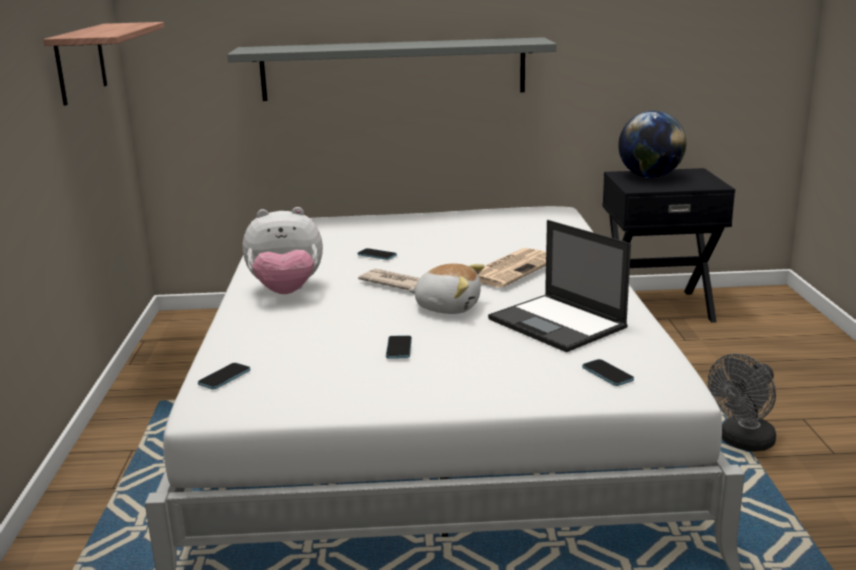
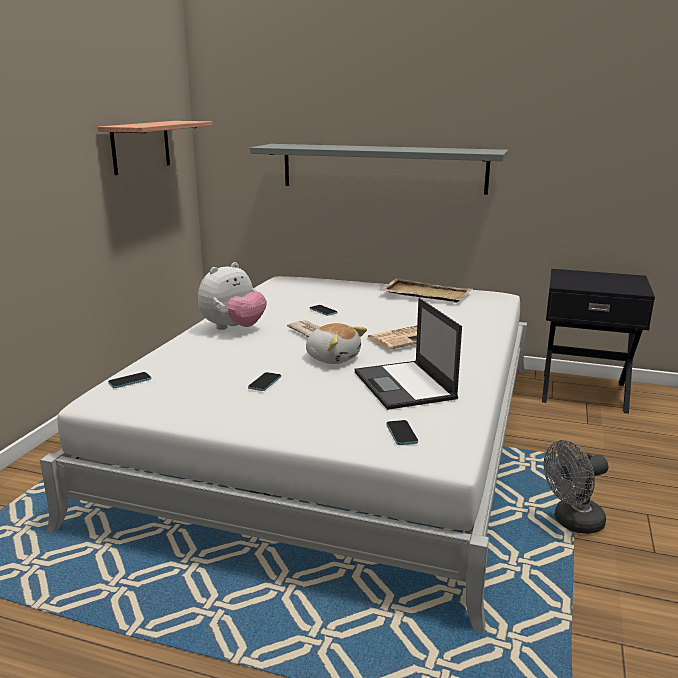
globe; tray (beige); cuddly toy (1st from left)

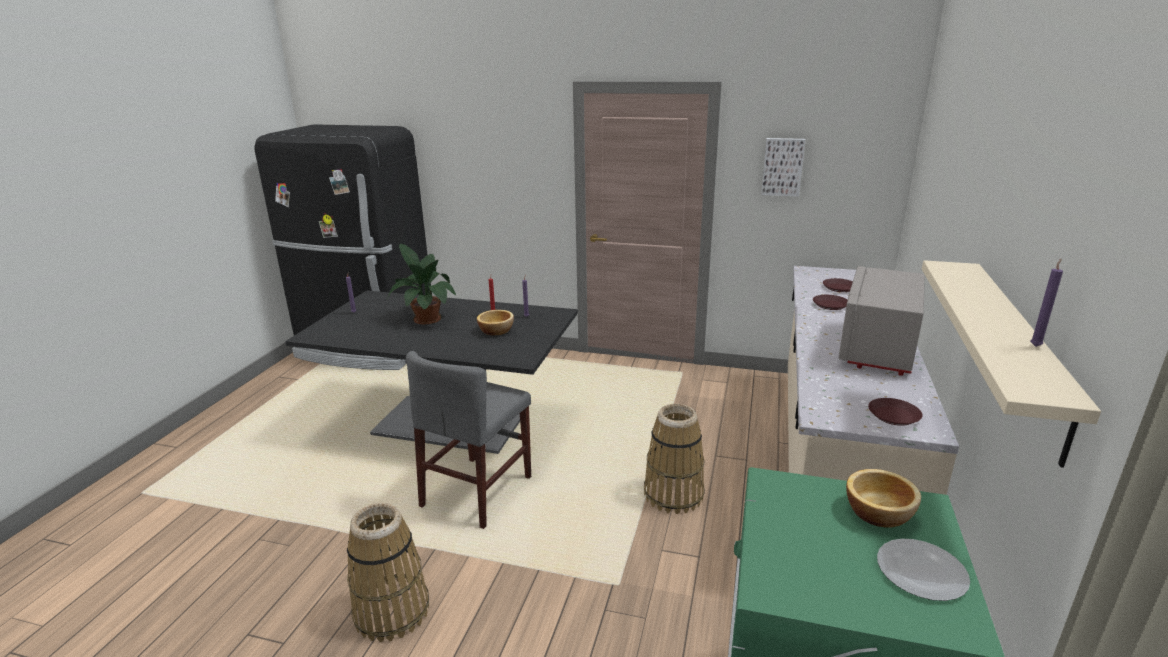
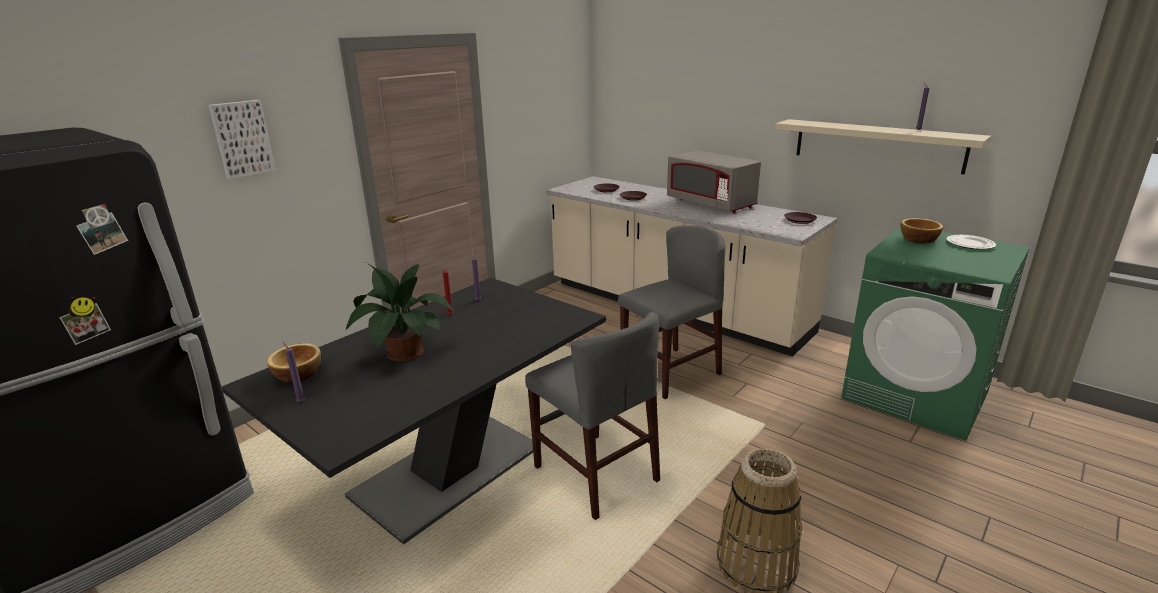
bowl (1st from left); wall art; upright chair (grey) (2nd from left)

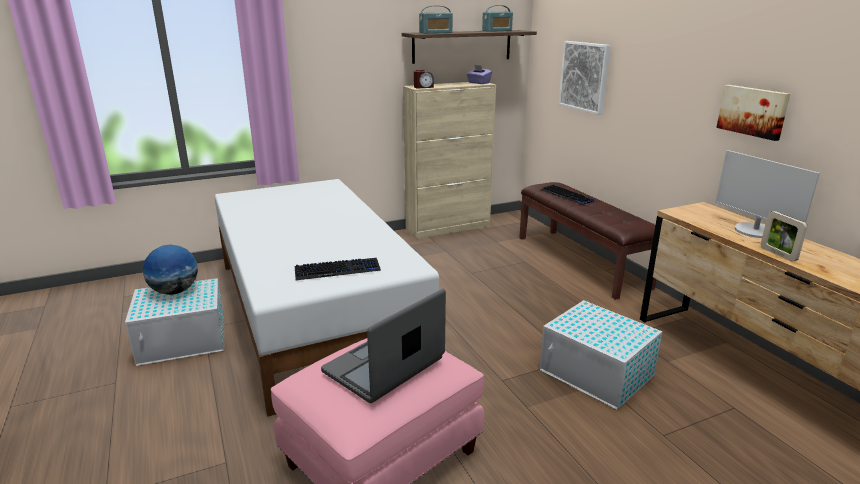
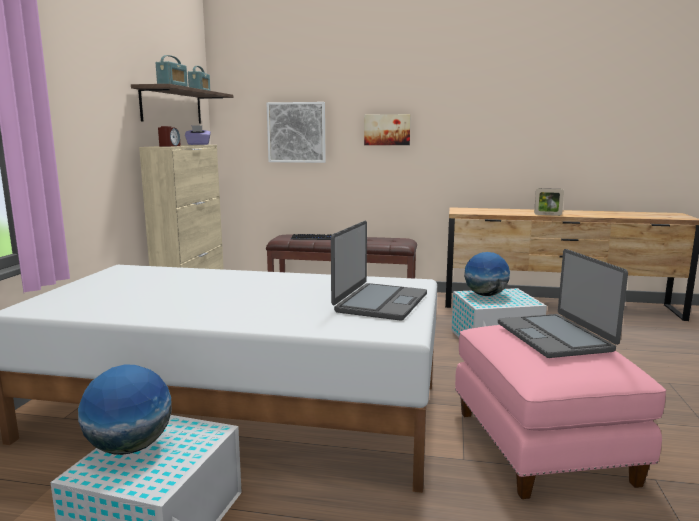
computer screen; globe (2nd from left); wall art (2nd from left); portable computer (1st from left)

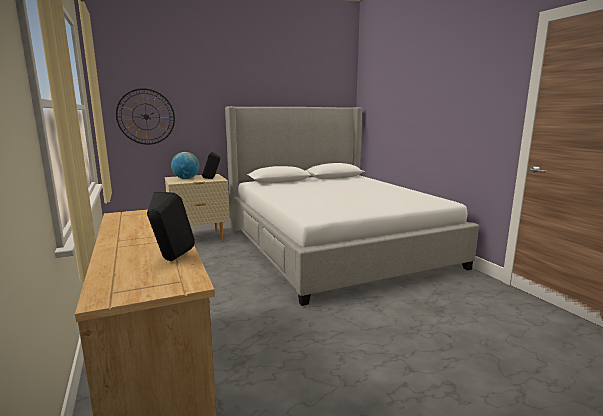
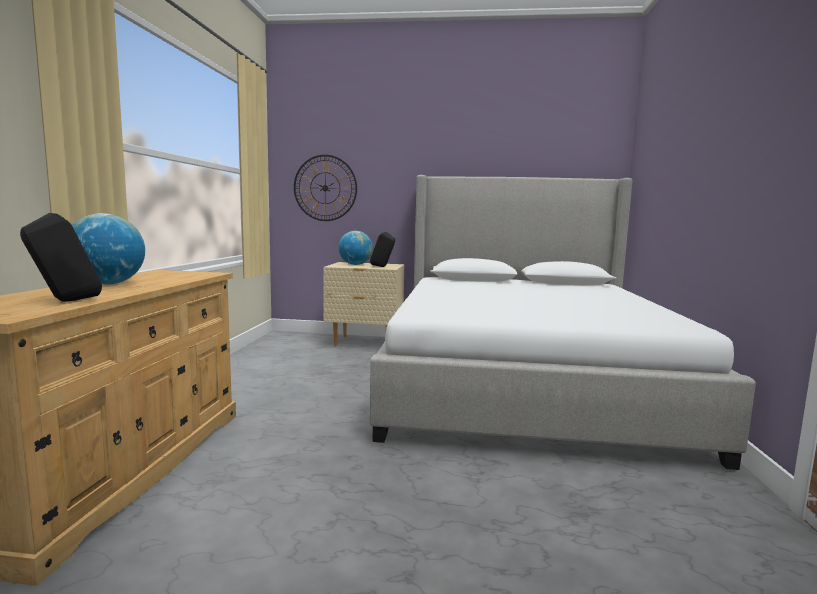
globe (1st from left)

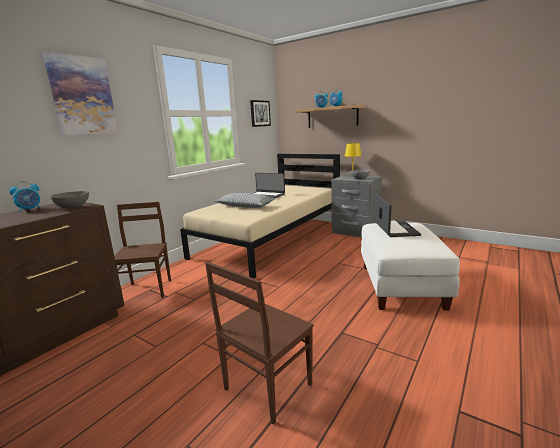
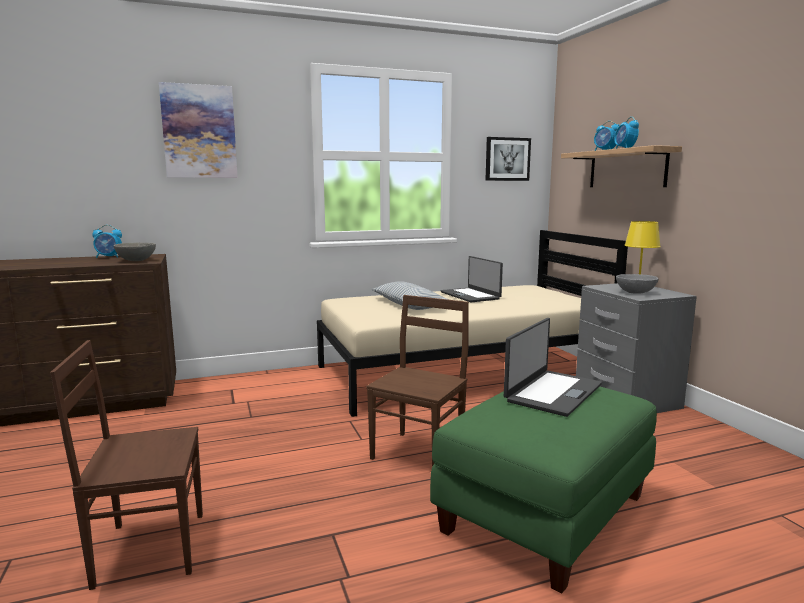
upright chair (brown-coloured) (2nd from left); ottoman (greenish)

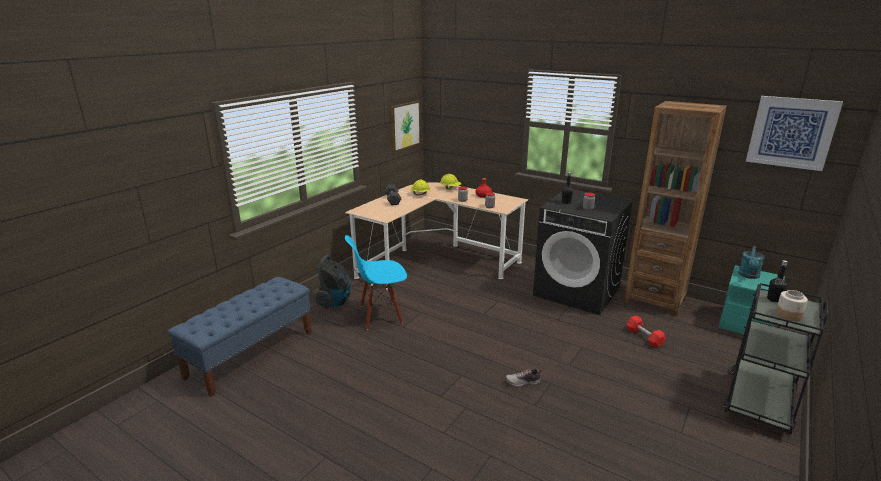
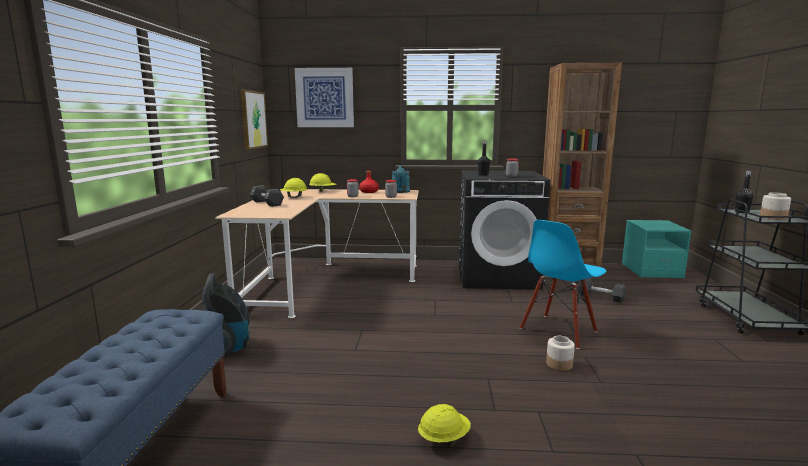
safety helmet (yellow) (3rd from left); upright chair (blue); sprinkling can (turquoise); wall art (2nd from left); jar (4th from left); hand weight (black-coloured) (2nd from left)

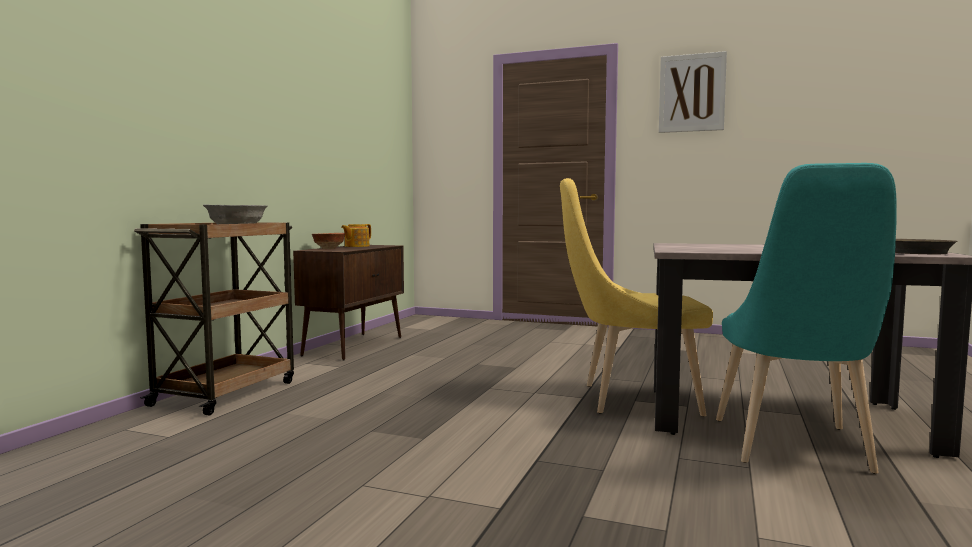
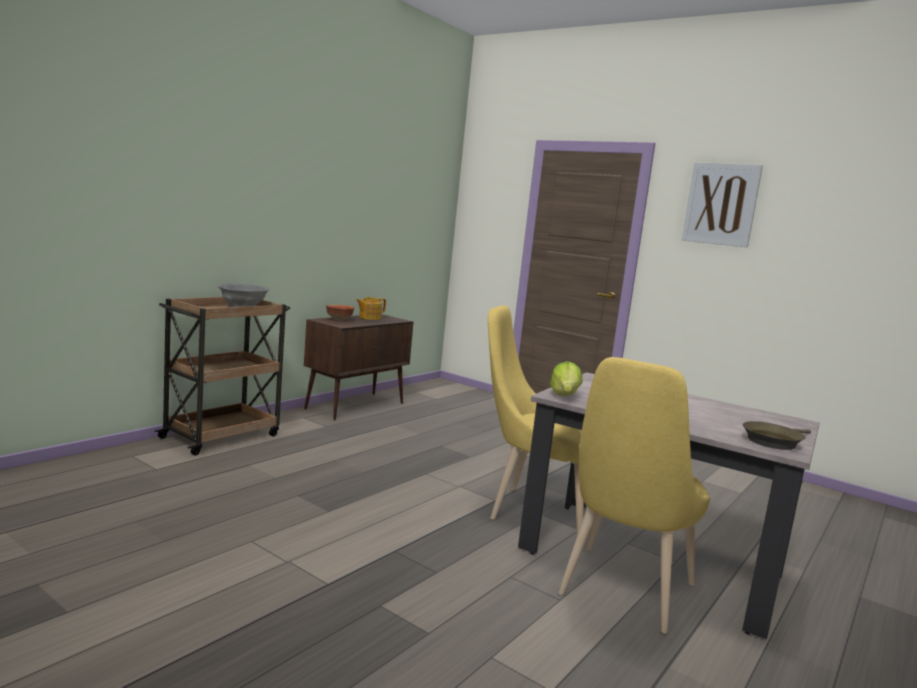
lettuce head; upright chair (yellow) (2nd from left)

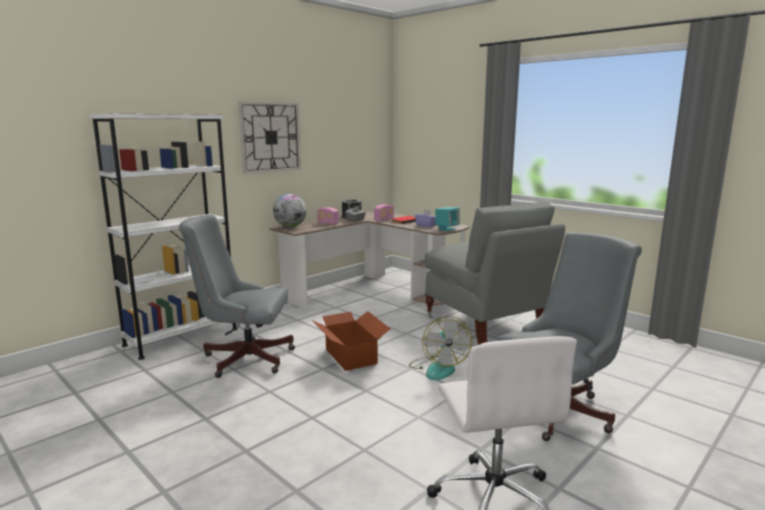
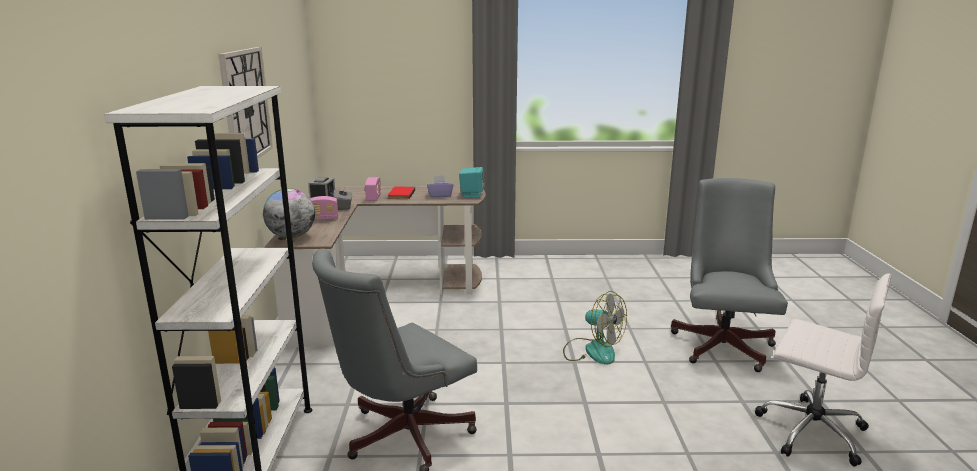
packing box; upright chair (grey)

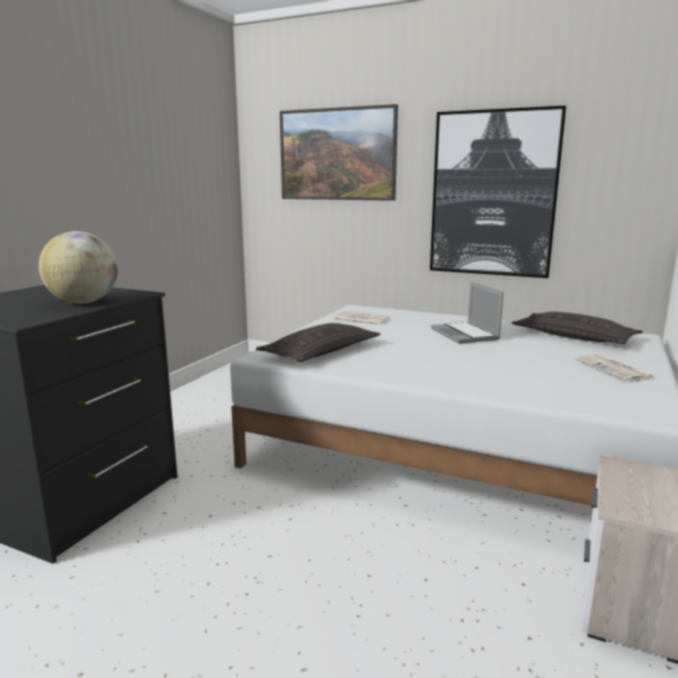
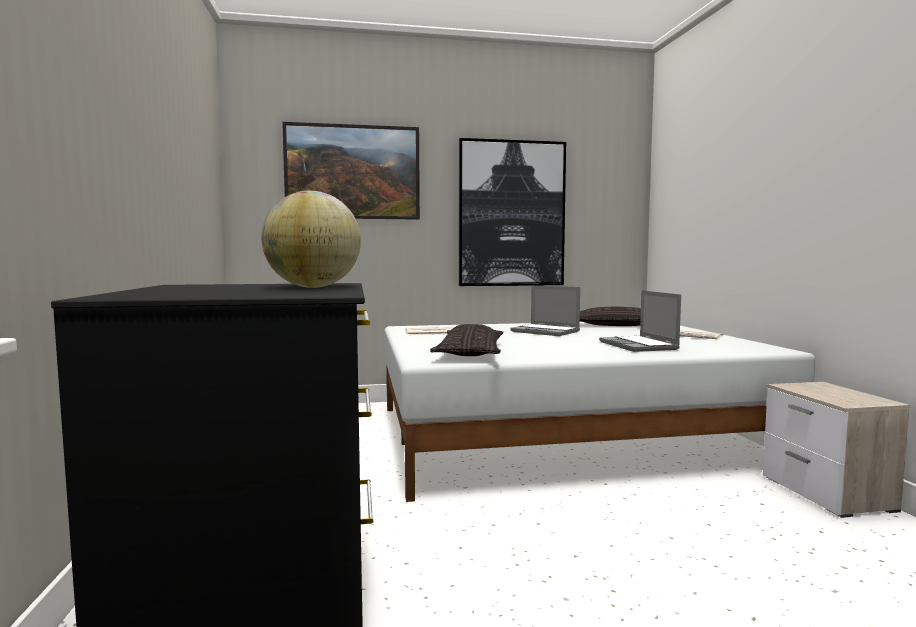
portable computer (2nd from left)

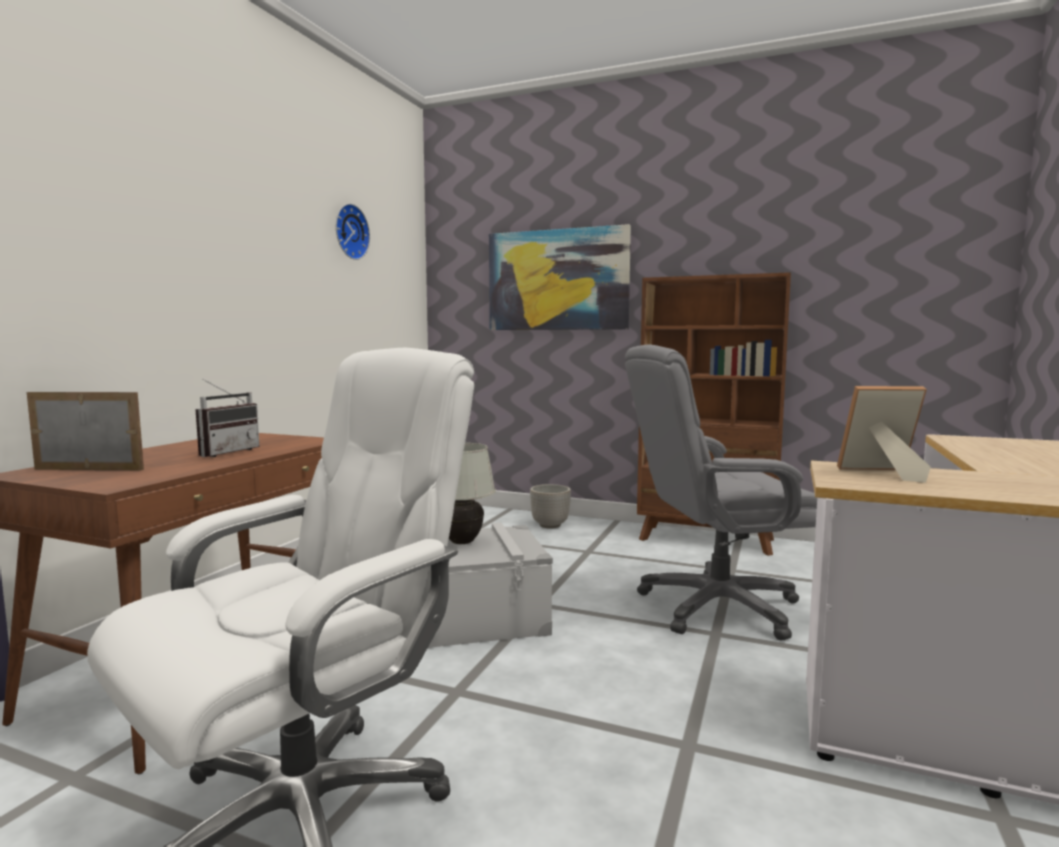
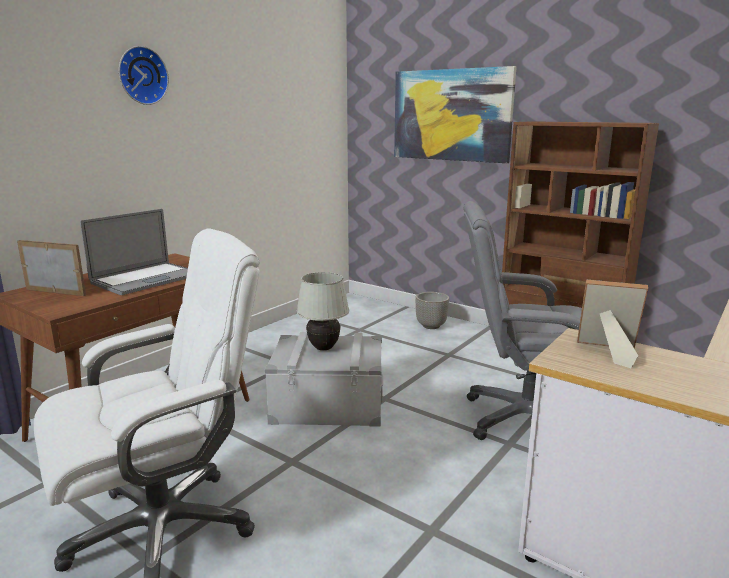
hanging clock; portable computer

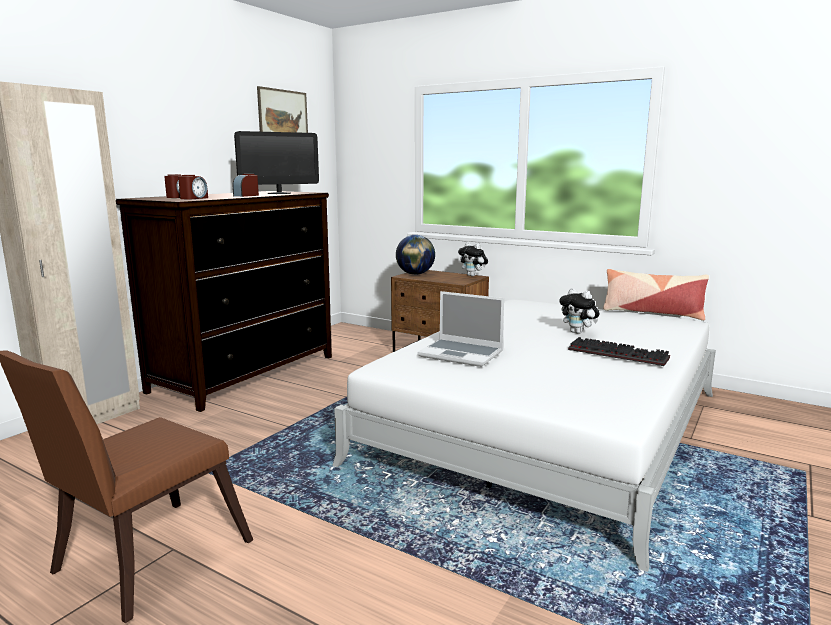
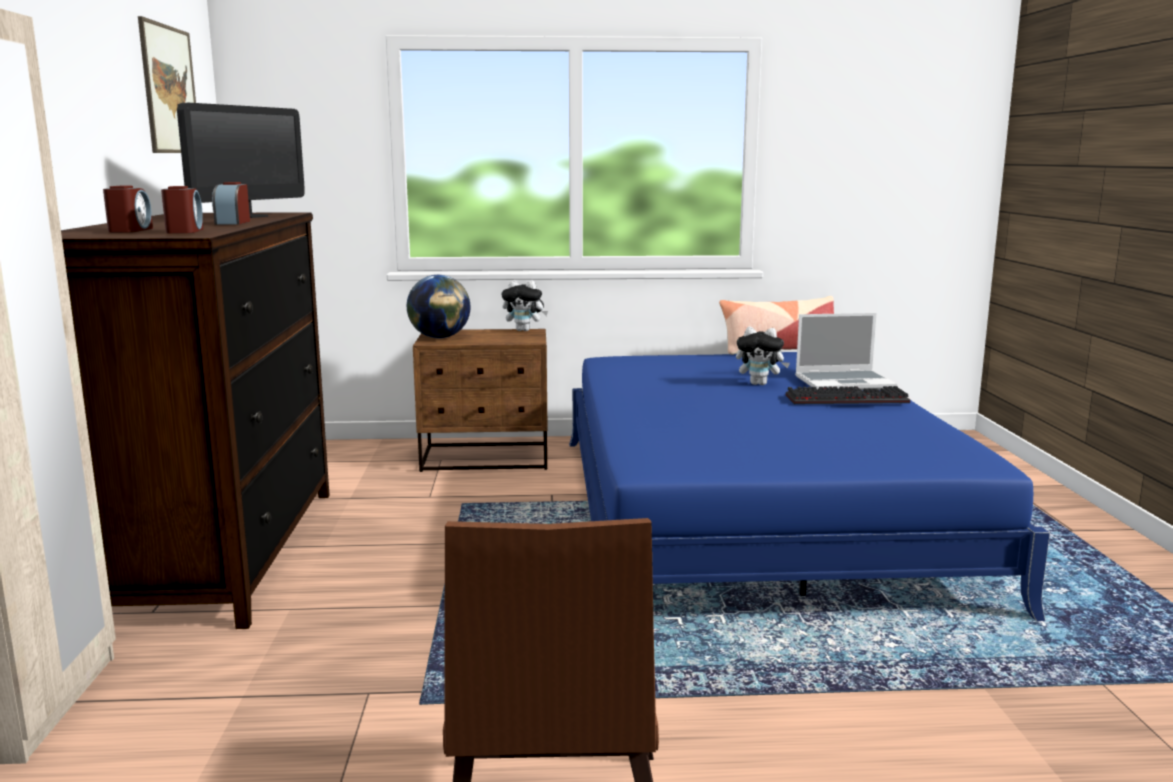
portable computer; bed (blue)

